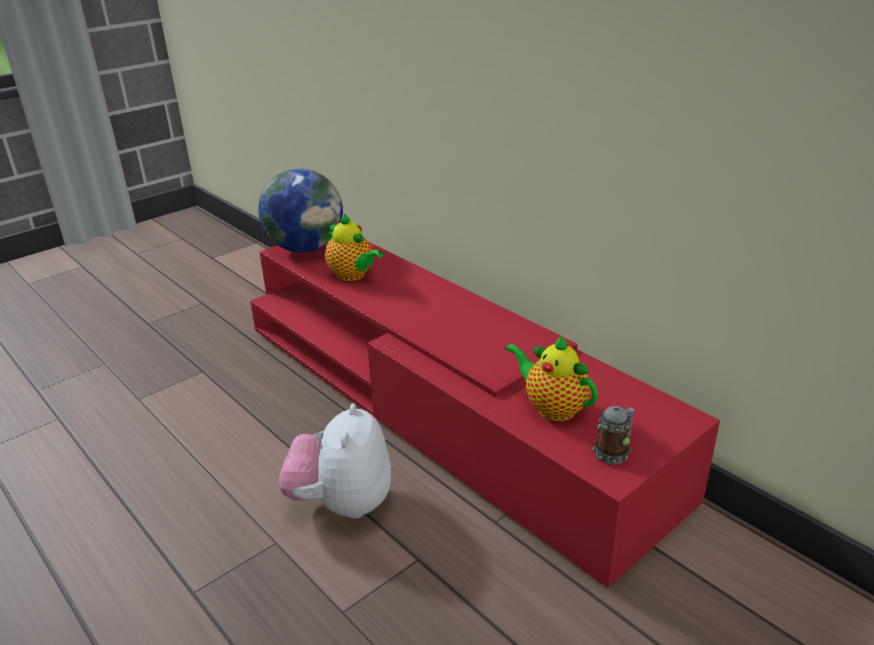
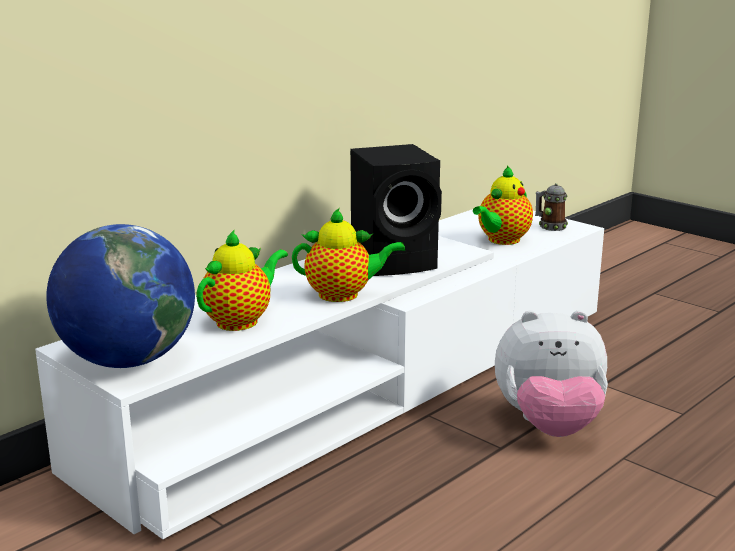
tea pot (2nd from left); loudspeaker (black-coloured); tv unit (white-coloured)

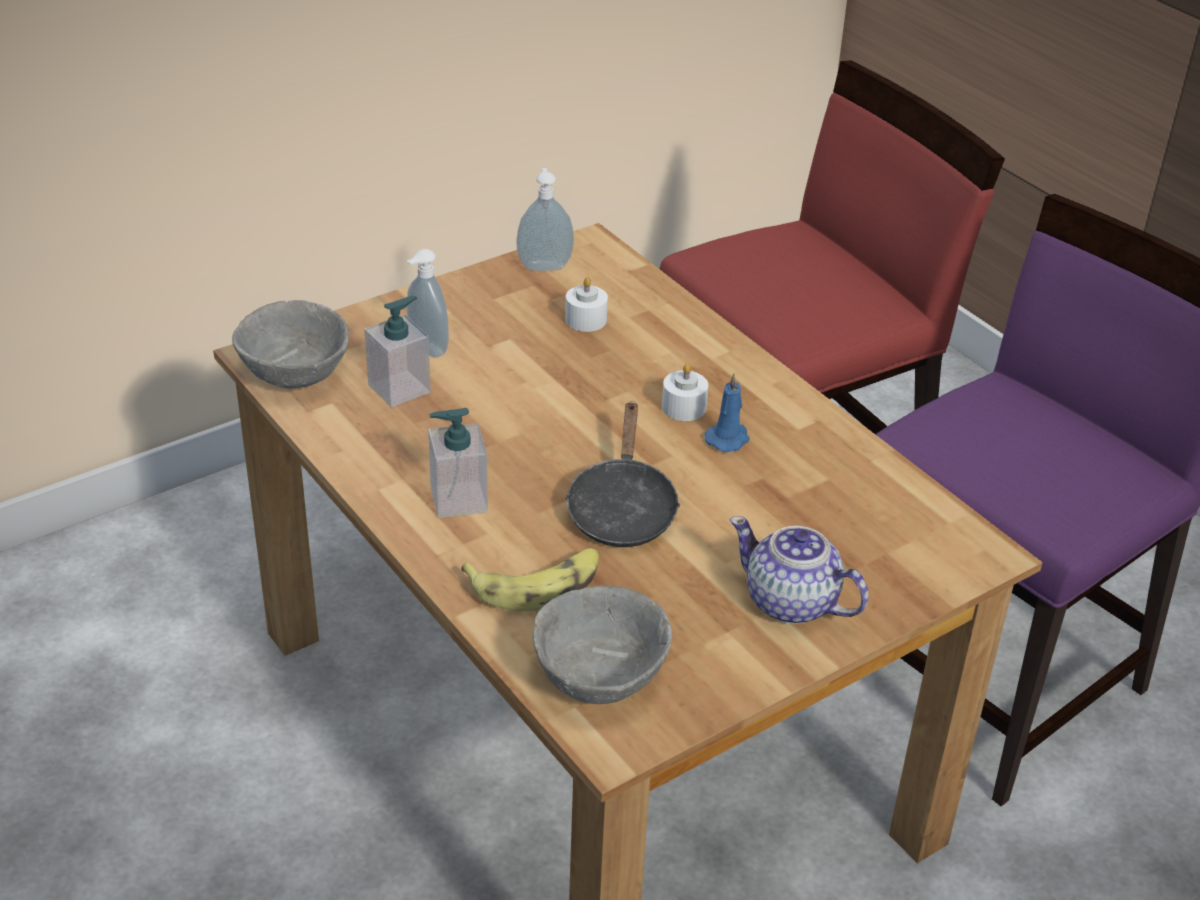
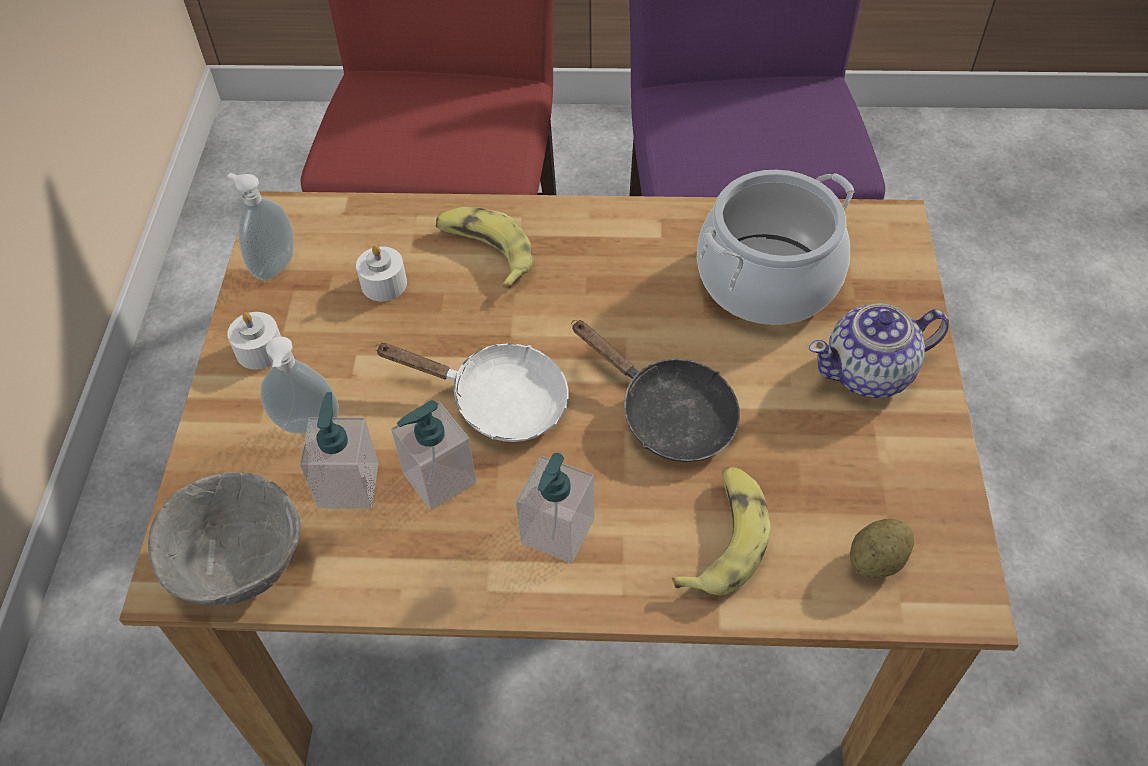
wax light (blue); frying pan (white-coloured); soap dispenser (4th from left); banana (1st from left); cooking pot; wax light (white-coloured) (1st from left); whole potato

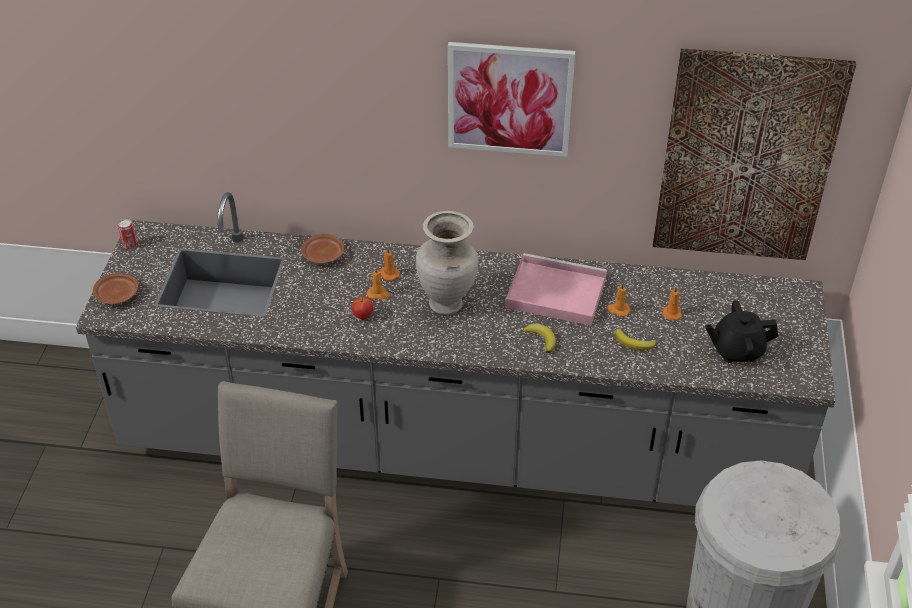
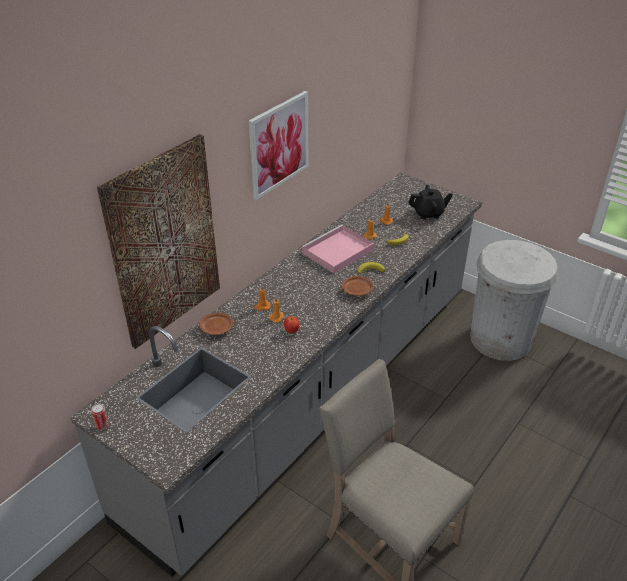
flower vase (beige); dinner plate (brown-coloured) (2nd from left); wall art (1st from left); tea pot (black-coloured)

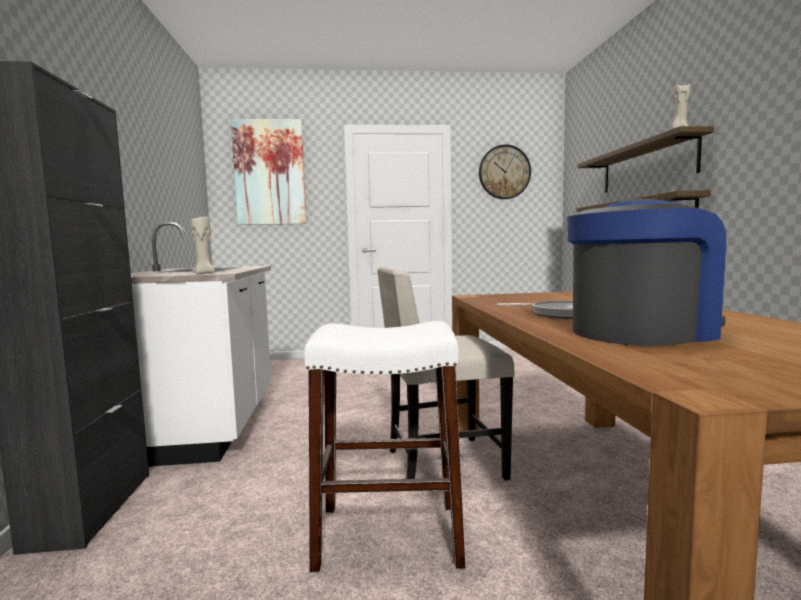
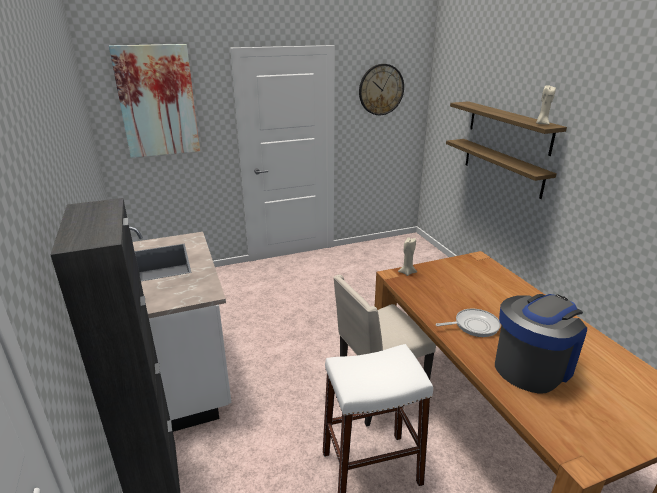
wax light (beige) (1st from left)

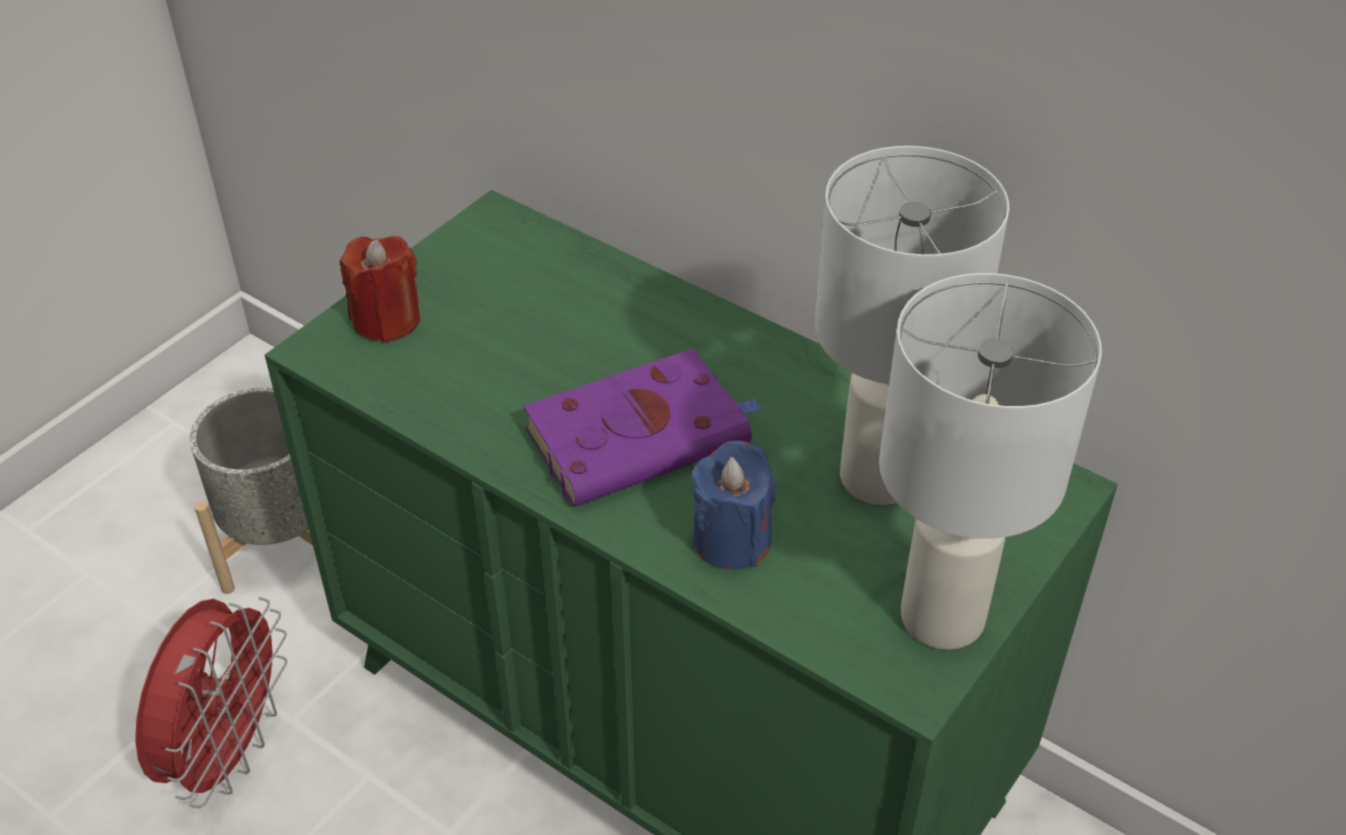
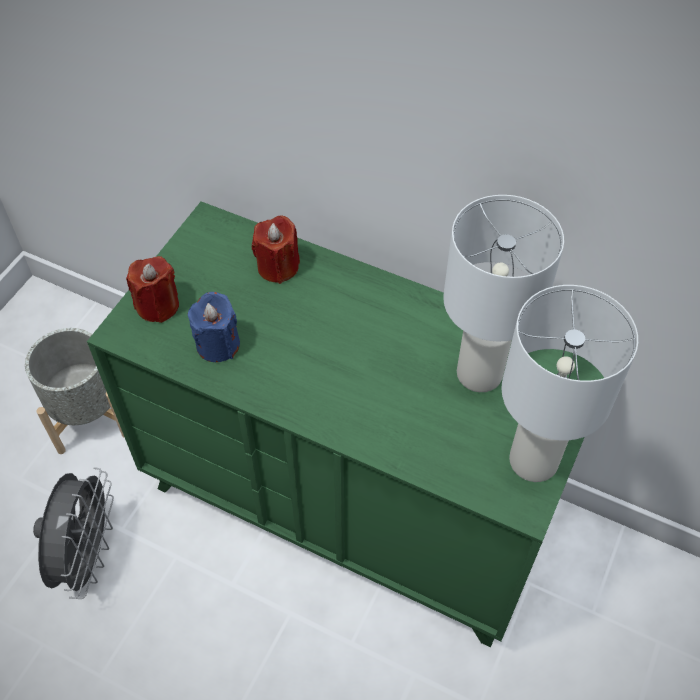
volume (purple); wax light (red-coloured) (2nd from left); wax light (blue); electric fan (grey)

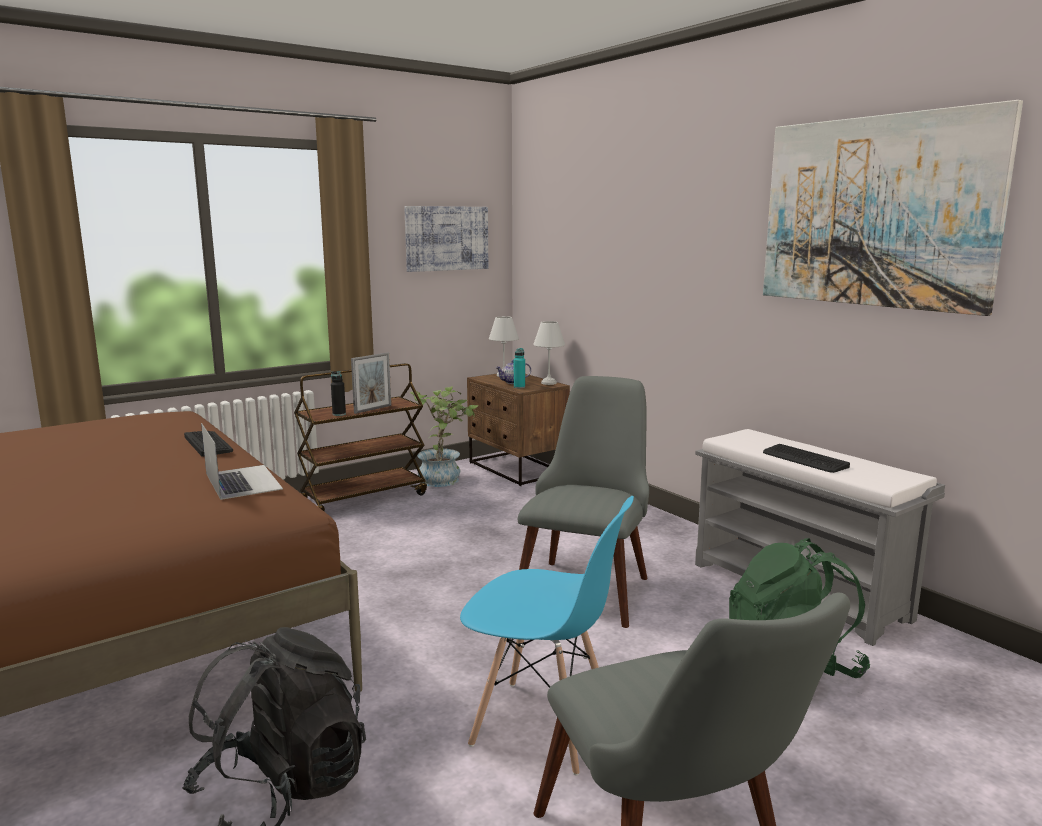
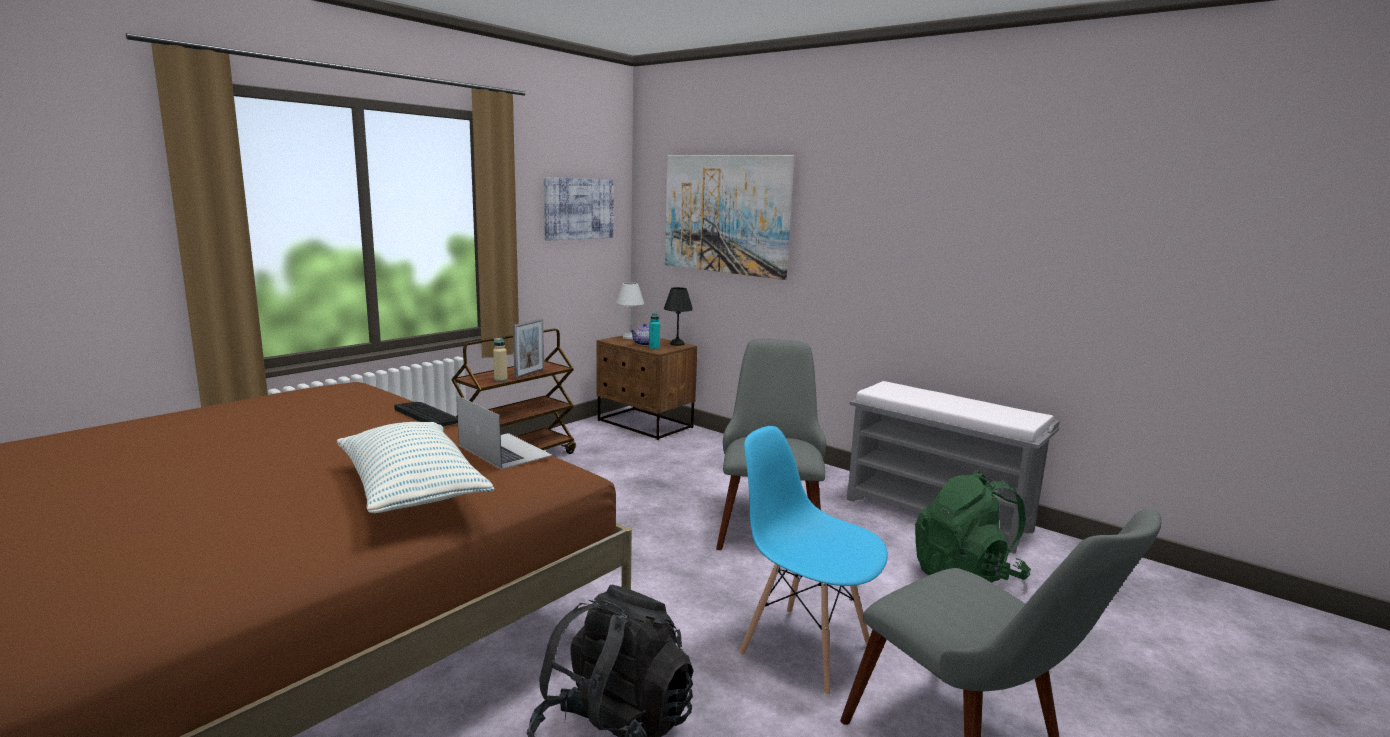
potted plant; keyboard (2nd from left in the first image); cushion; wall art (2nd from left); drink bottle (beige); lamp for a table (black-coloured); upright chair (blue)

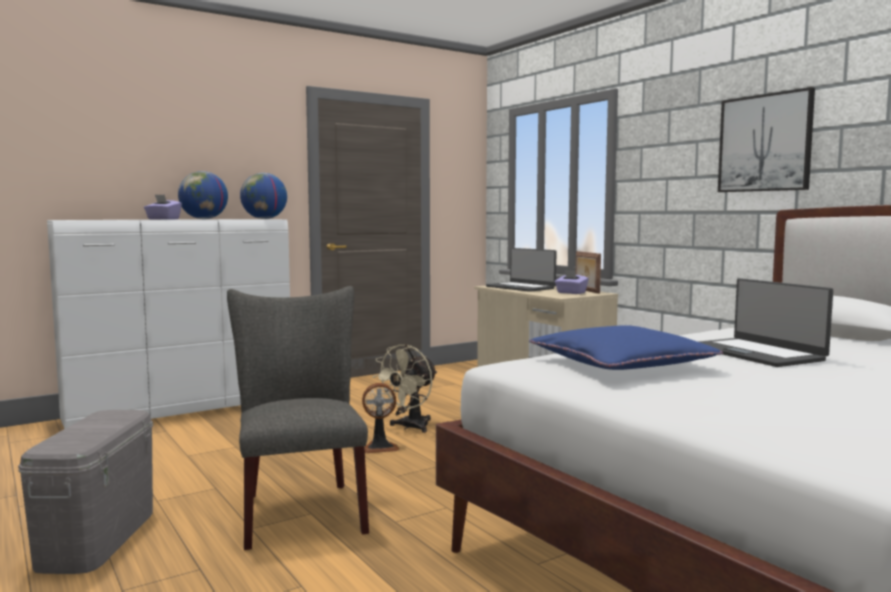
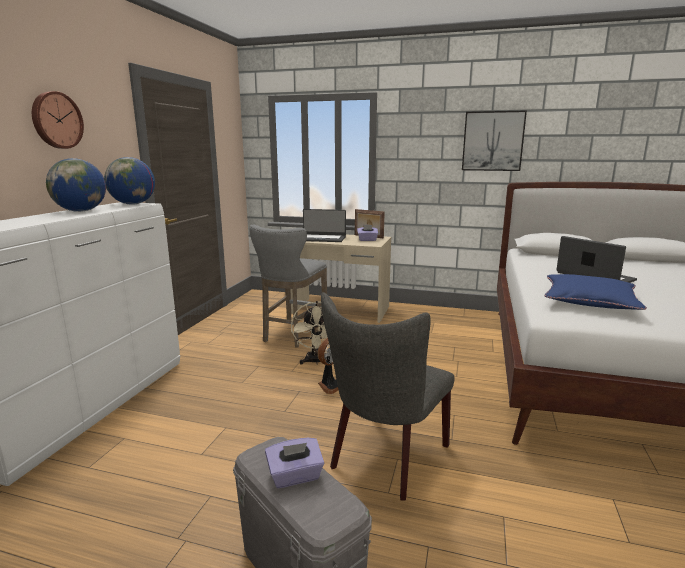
hanging clock; sitting stool (grey); tissue box (purple) (1st from left); upright chair (grey); portable computer (2nd from left)

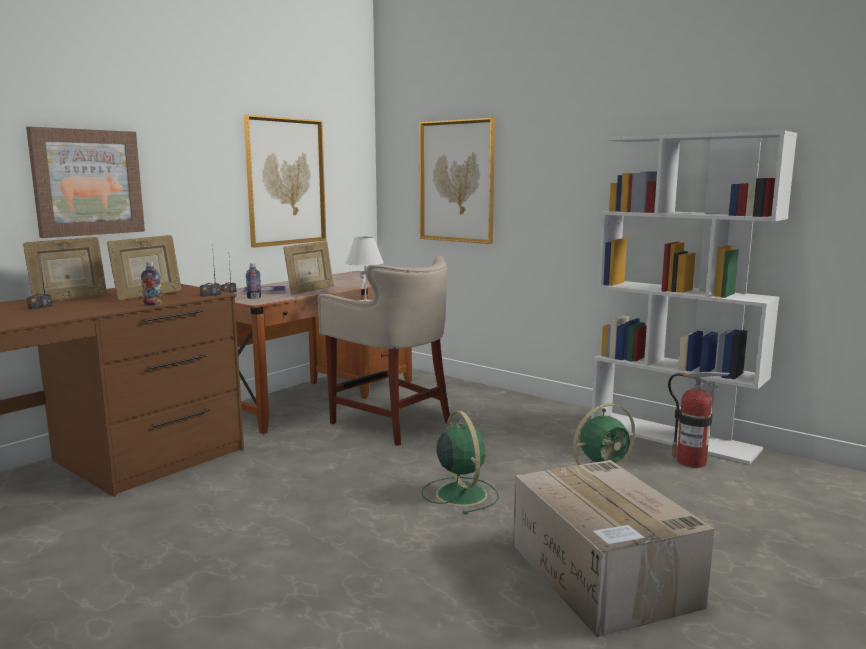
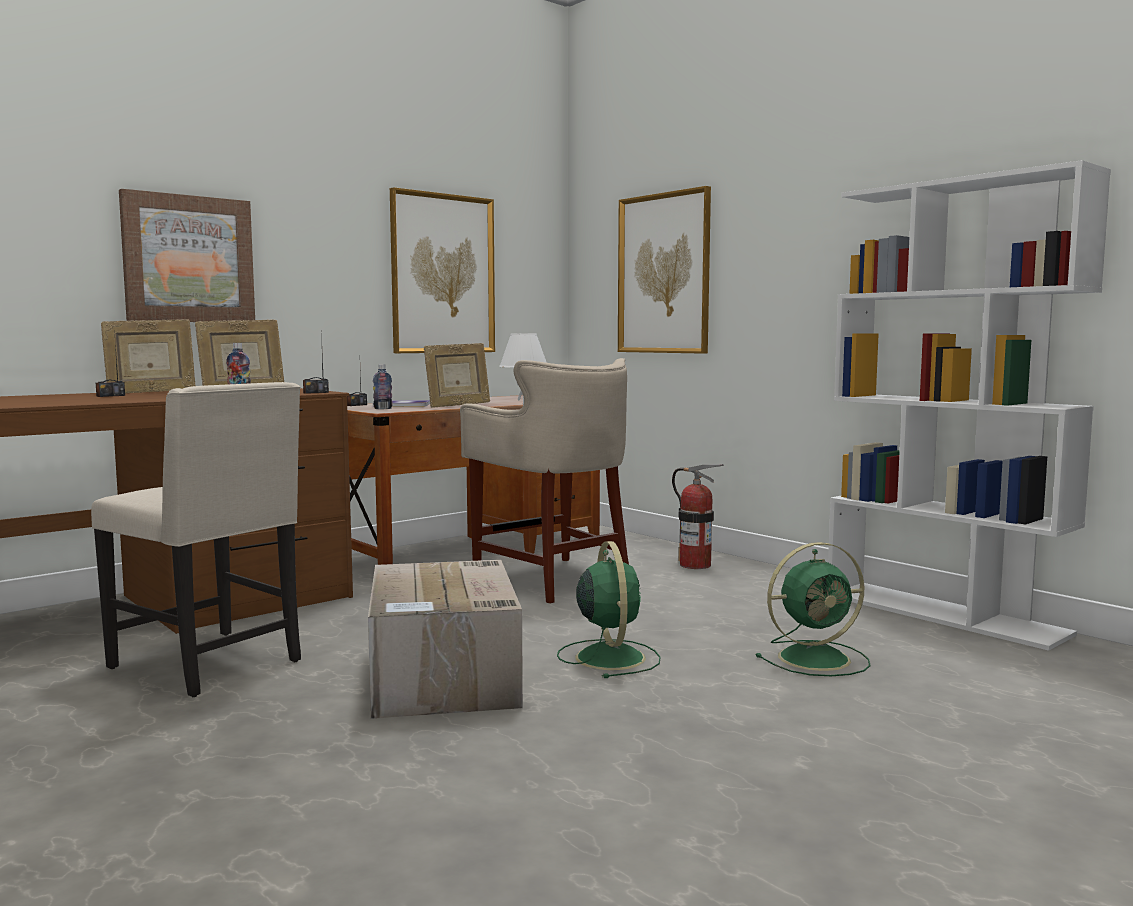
upright chair (beige); packing box; extinguisher

